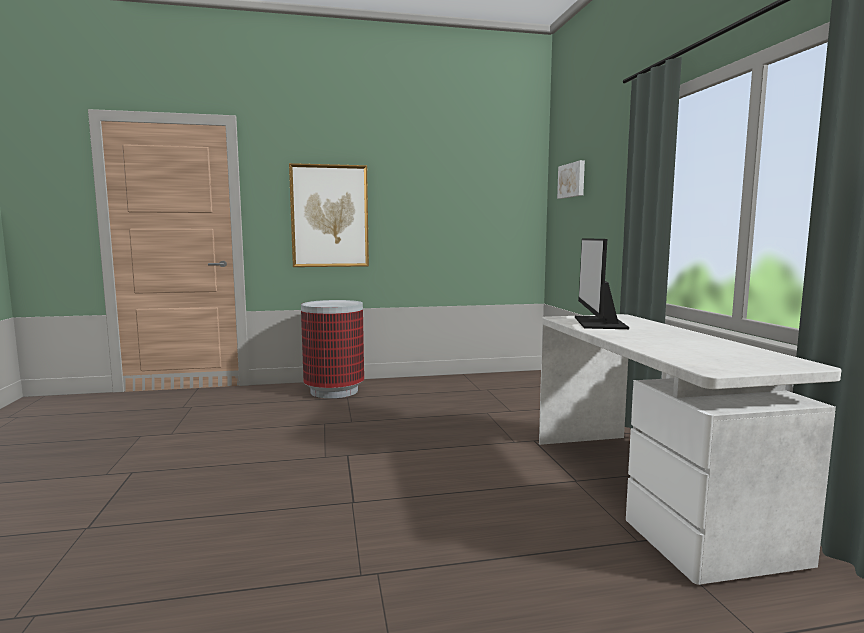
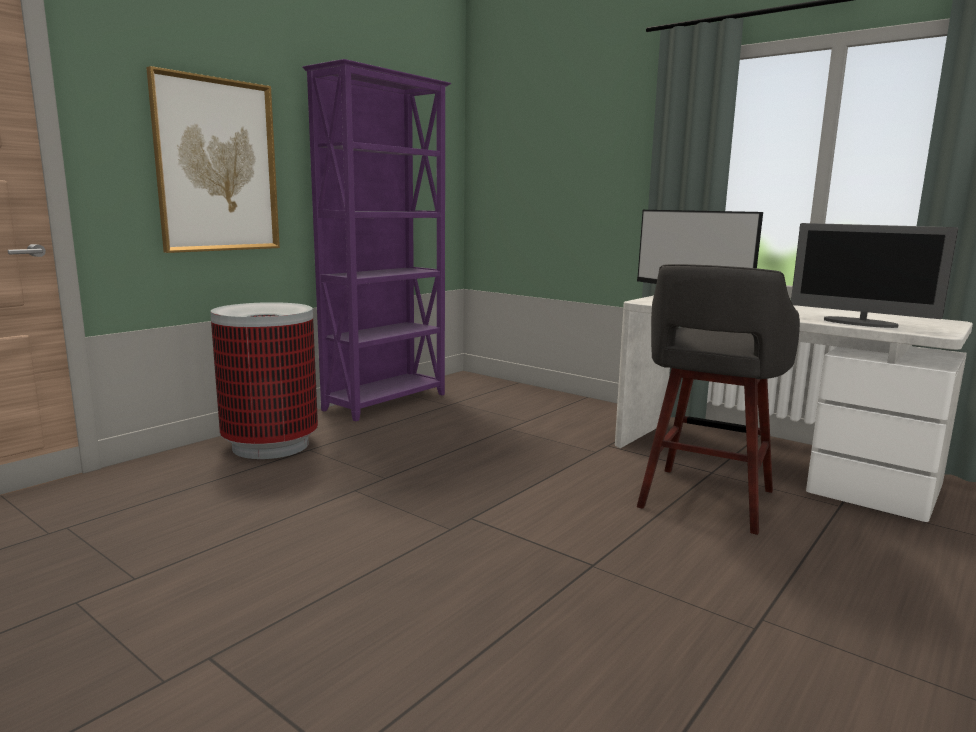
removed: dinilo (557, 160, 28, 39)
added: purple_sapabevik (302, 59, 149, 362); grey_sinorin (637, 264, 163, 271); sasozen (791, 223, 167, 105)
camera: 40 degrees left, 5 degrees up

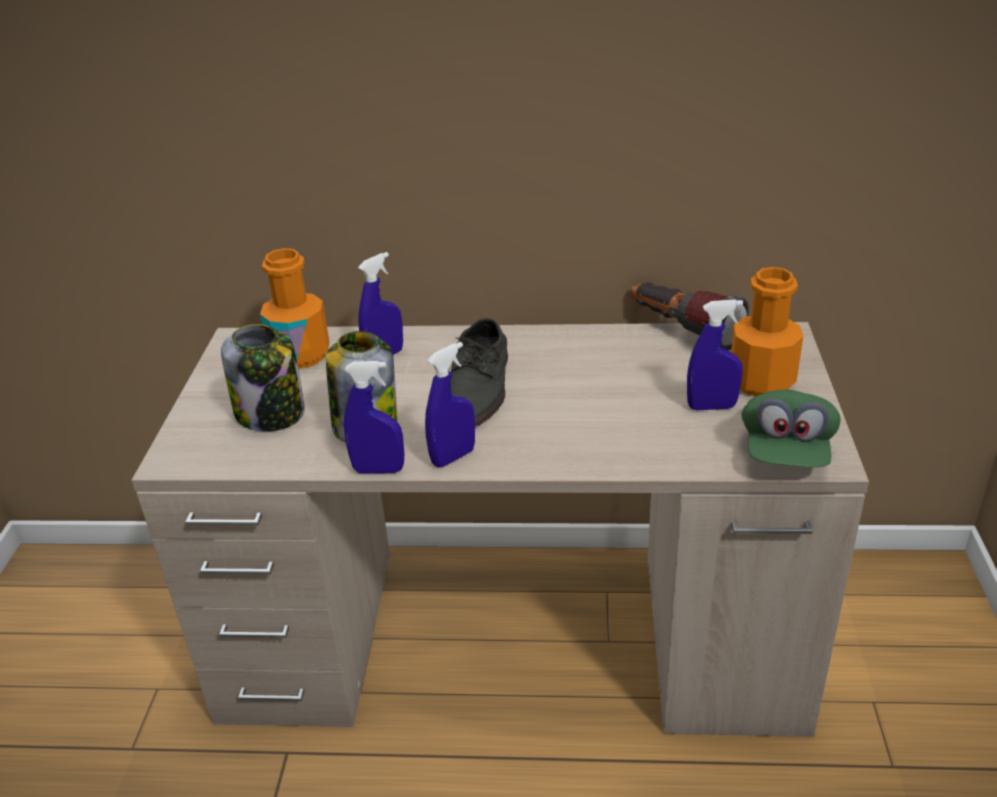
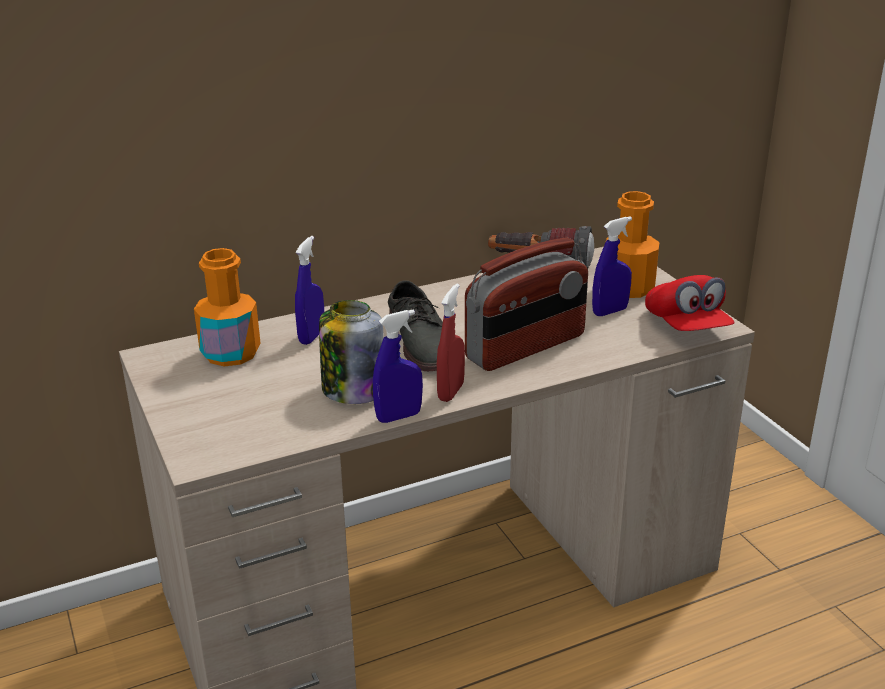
removed: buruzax (221, 324, 84, 108)
added: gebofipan (465, 237, 123, 134)
recoloured: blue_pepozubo (425, 342, 50, 125) to red_pepozubo (437, 284, 28, 118); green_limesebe (741, 390, 99, 77) to red_limesebe (645, 275, 90, 56)
camera: 30 degrees left, 5 degrees down

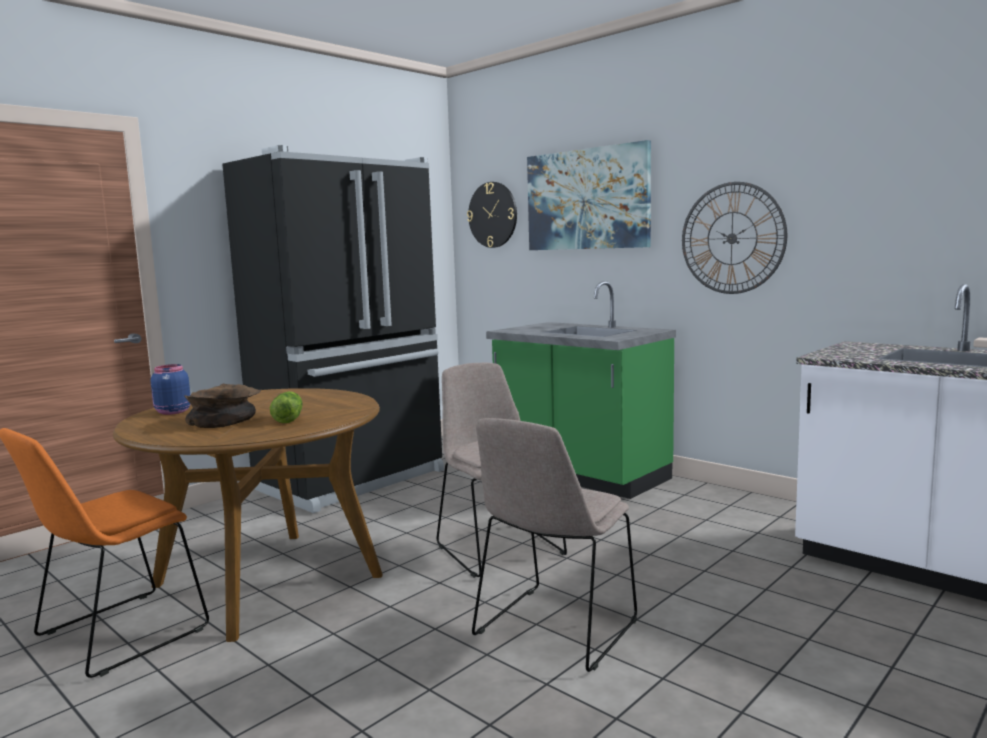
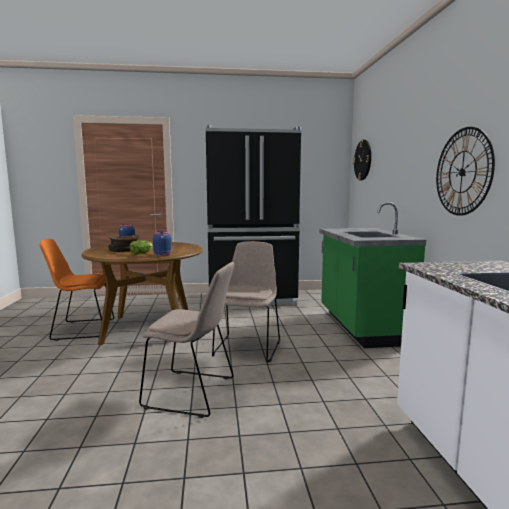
removed: dinilo (527, 140, 124, 110)
added: blue_buruzax (153, 231, 19, 25)
turned: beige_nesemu (472, 418, 165, 254) = (139, 262, 95, 156) 150 degrees counterclockwise
camera: 40 degrees right, 0 degrees up

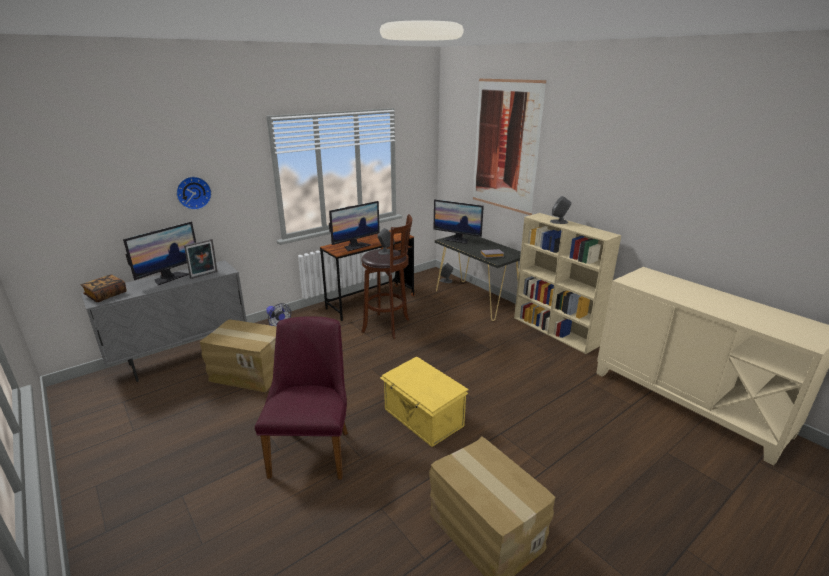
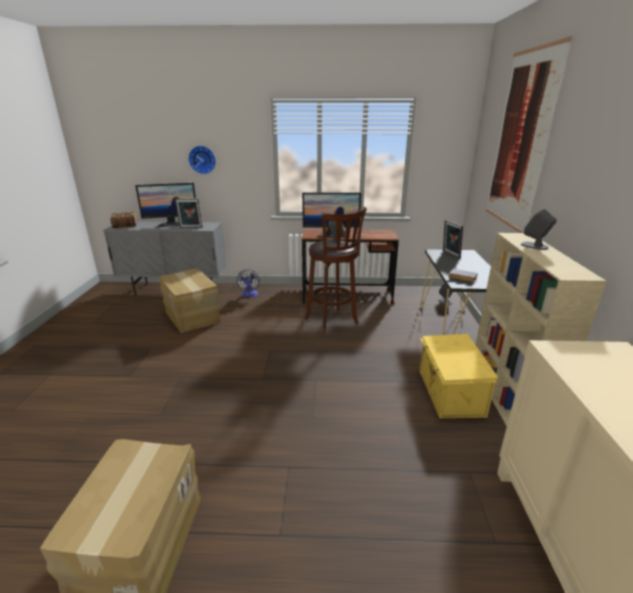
removed: purple_nesemu (255, 317, 93, 163)
moved: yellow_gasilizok (380, 356, 89, 91) to (420, 334, 79, 84)
replaced: sasozen (434, 199, 50, 45) to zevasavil (443, 220, 20, 38)
camera: 40 degrees right, 0 degrees up

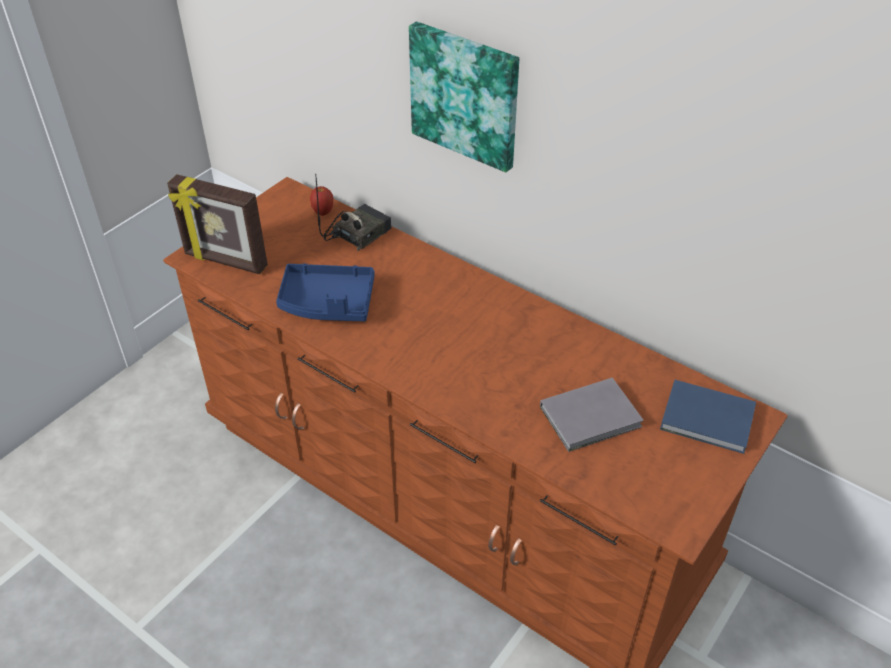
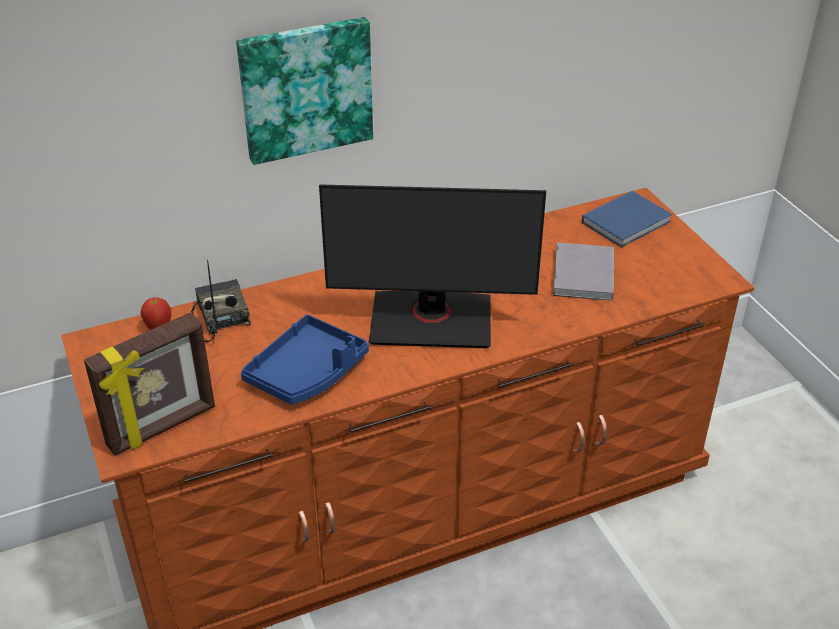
added: sasozen (319, 184, 227, 164)
camera: 60 degrees left, 5 degrees down

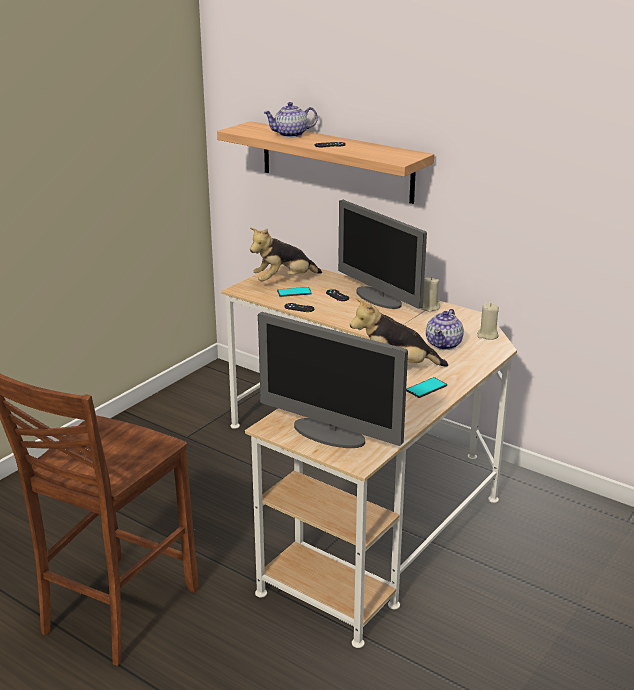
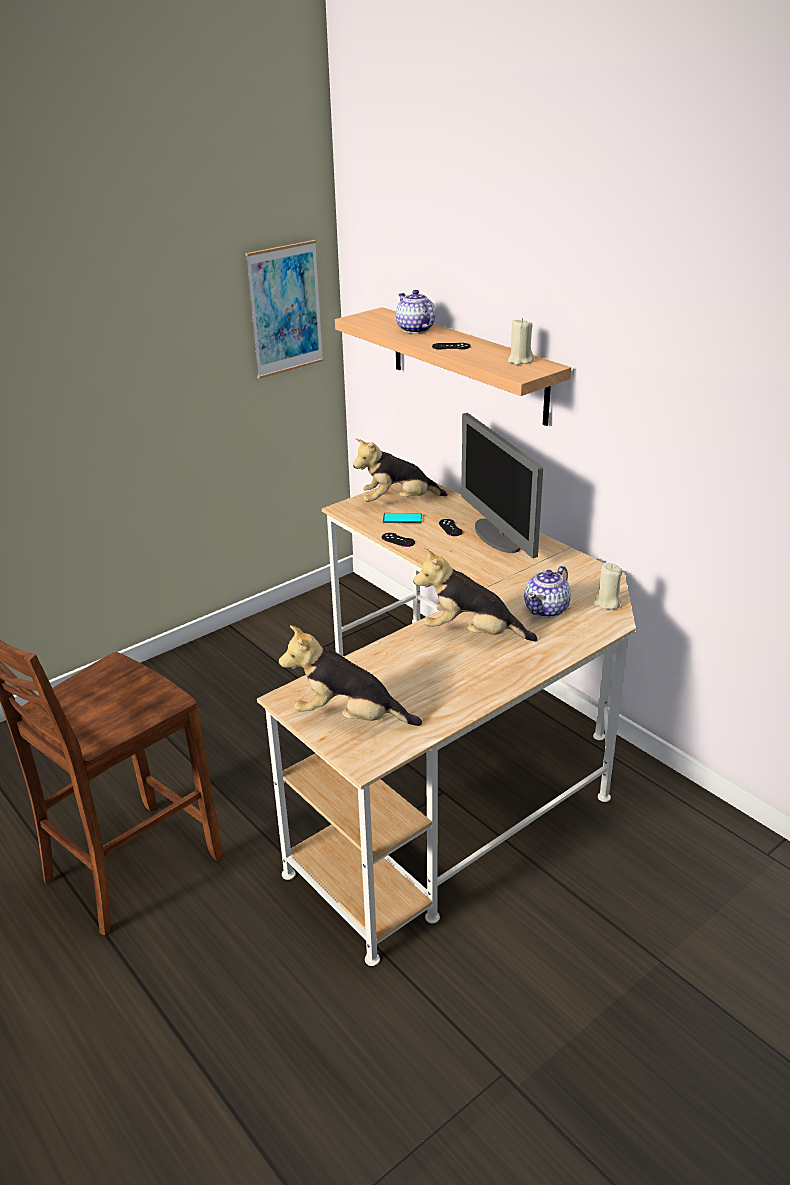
removed: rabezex (406, 377, 41, 21)
added: dinilo (245, 240, 79, 139)
moved: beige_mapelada (421, 277, 19, 35) to (508, 318, 26, 47)
replaced: sasozen (258, 312, 150, 136) to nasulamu (279, 625, 143, 101)
turned: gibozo (263, 102, 55, 36) = (396, 290, 40, 43) 60 degrees clockwise
camera: 15 degrees right, 5 degrees up

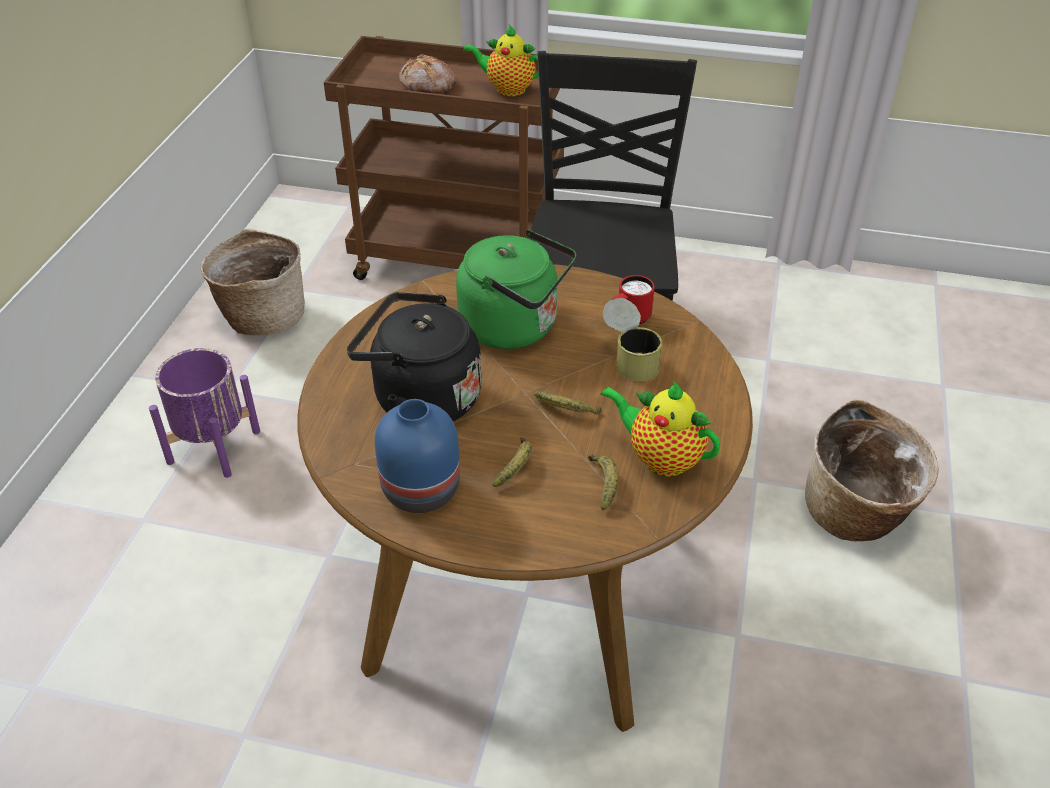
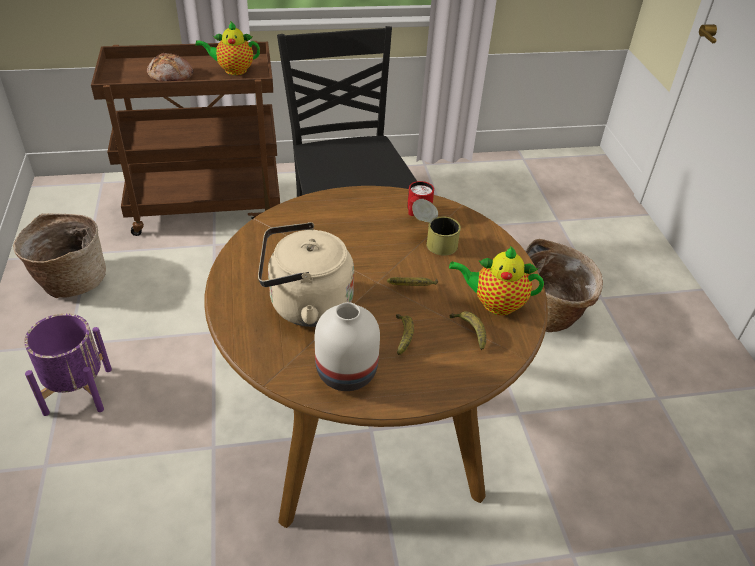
removed: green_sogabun (456, 229, 120, 120)
recoloured: black_sogabun (347, 292, 134, 129) to beige_sogabun (258, 222, 96, 105); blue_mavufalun (375, 399, 85, 114) to white_mavufalun (315, 302, 65, 89)
camera: 25 degrees left, 0 degrees up

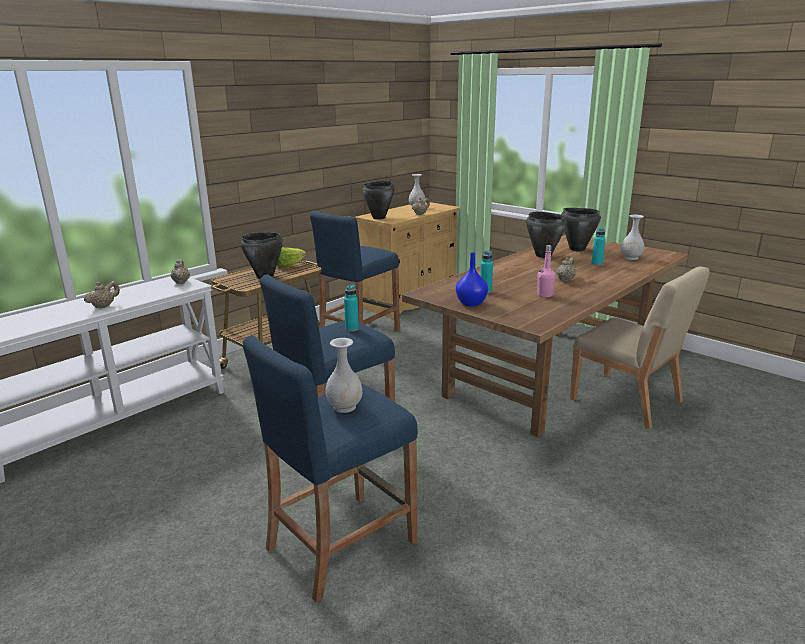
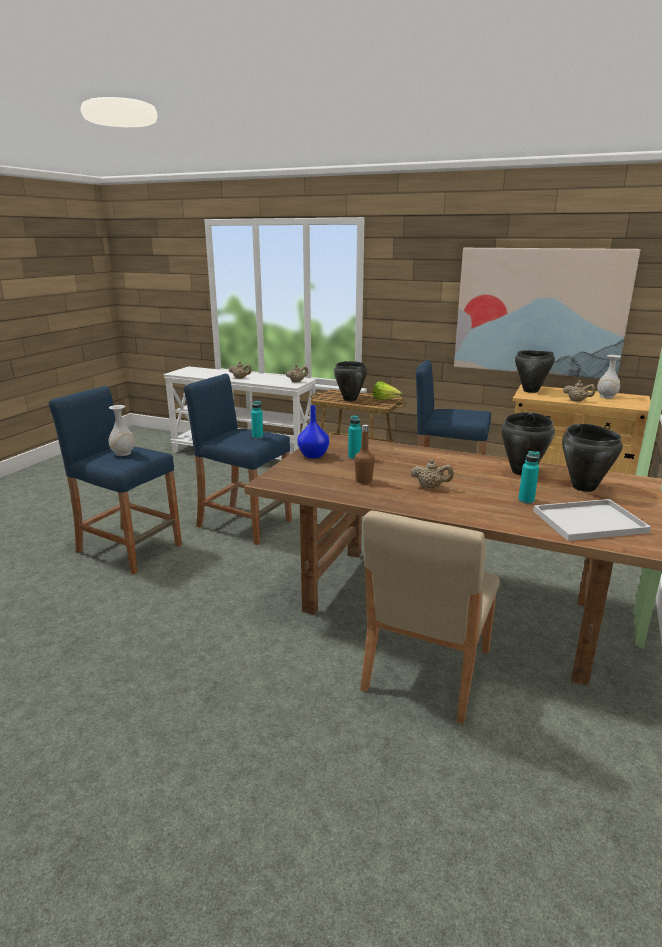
added: dinilo (454, 248, 187, 131)
replaced: white_mavufalun (621, 215, 23, 45) to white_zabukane (533, 499, 118, 42)
recoloured: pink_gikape (537, 245, 19, 53) to brown_gikape (354, 424, 21, 60)
camera: 70 degrees right, 0 degrees up

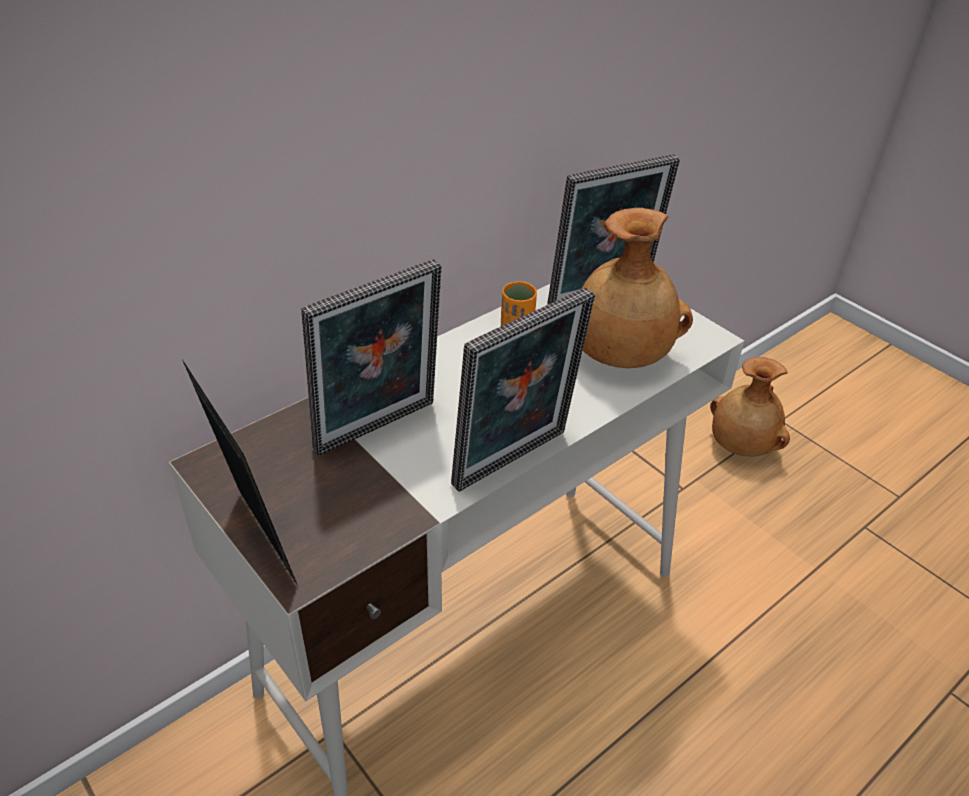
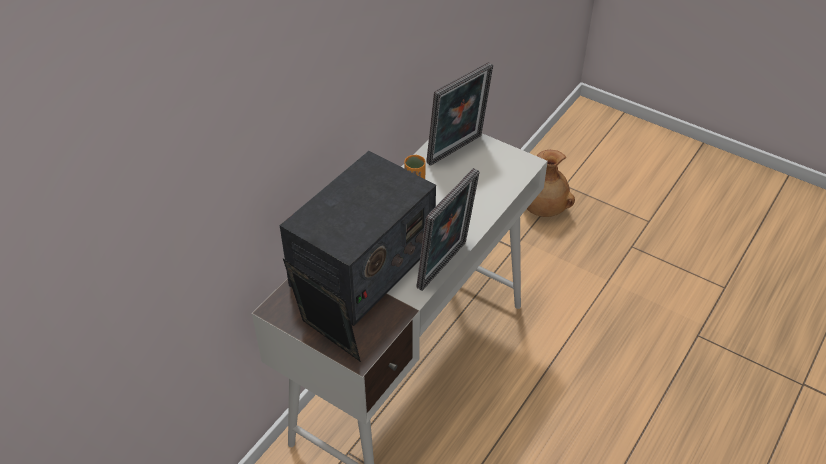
removed: brown_mavufalun (582, 208, 111, 160)
replaced: zevasavil (301, 259, 141, 197) to gebofipan (280, 151, 156, 175)
camera: 15 degrees left, 5 degrees up

